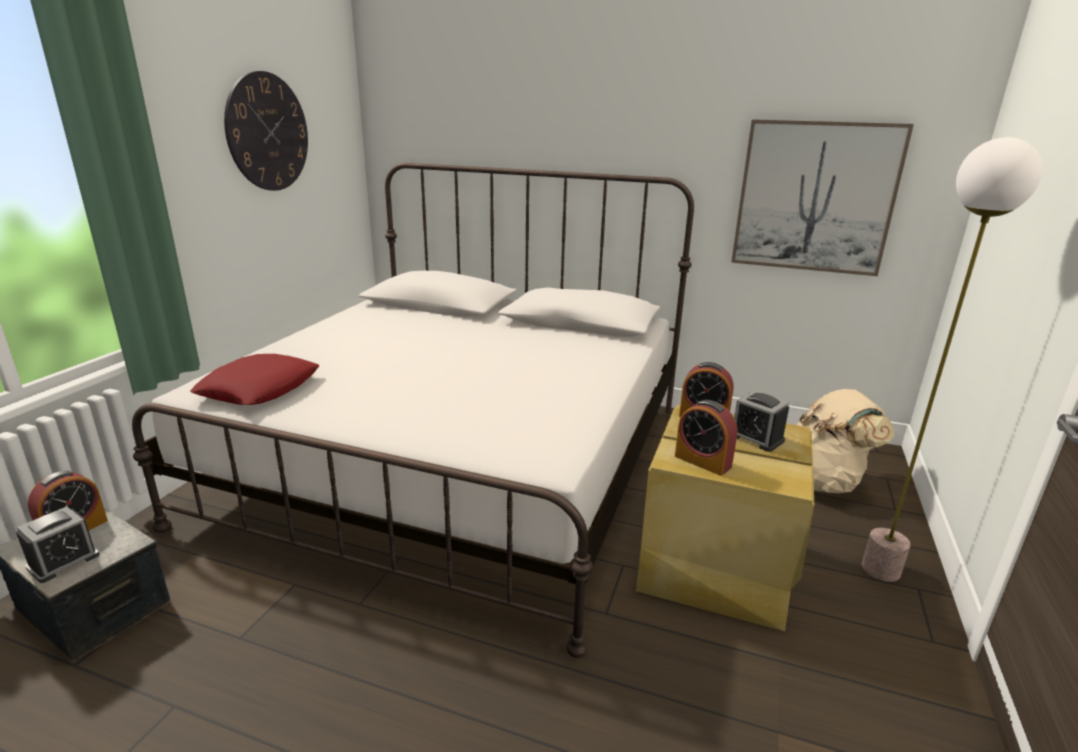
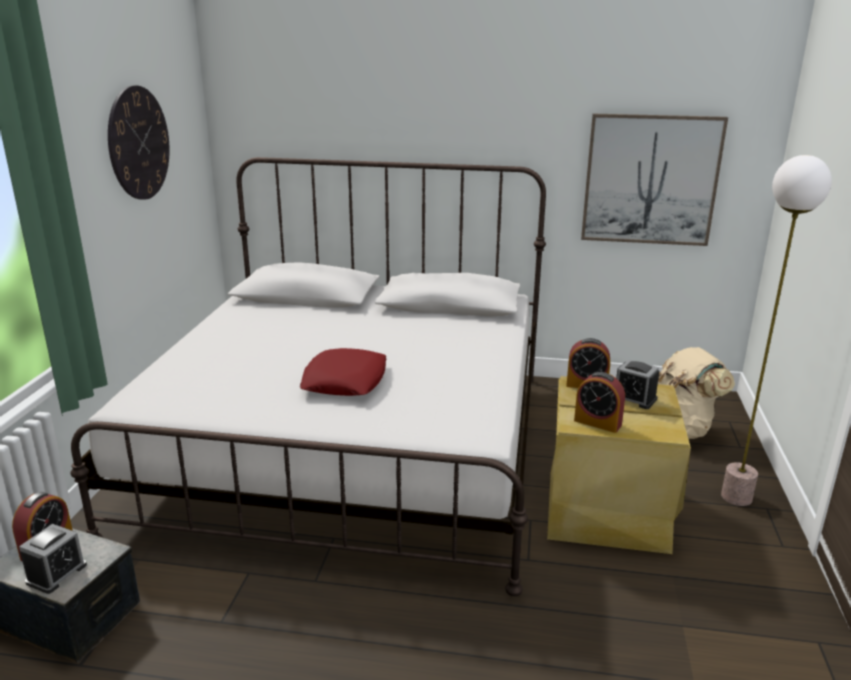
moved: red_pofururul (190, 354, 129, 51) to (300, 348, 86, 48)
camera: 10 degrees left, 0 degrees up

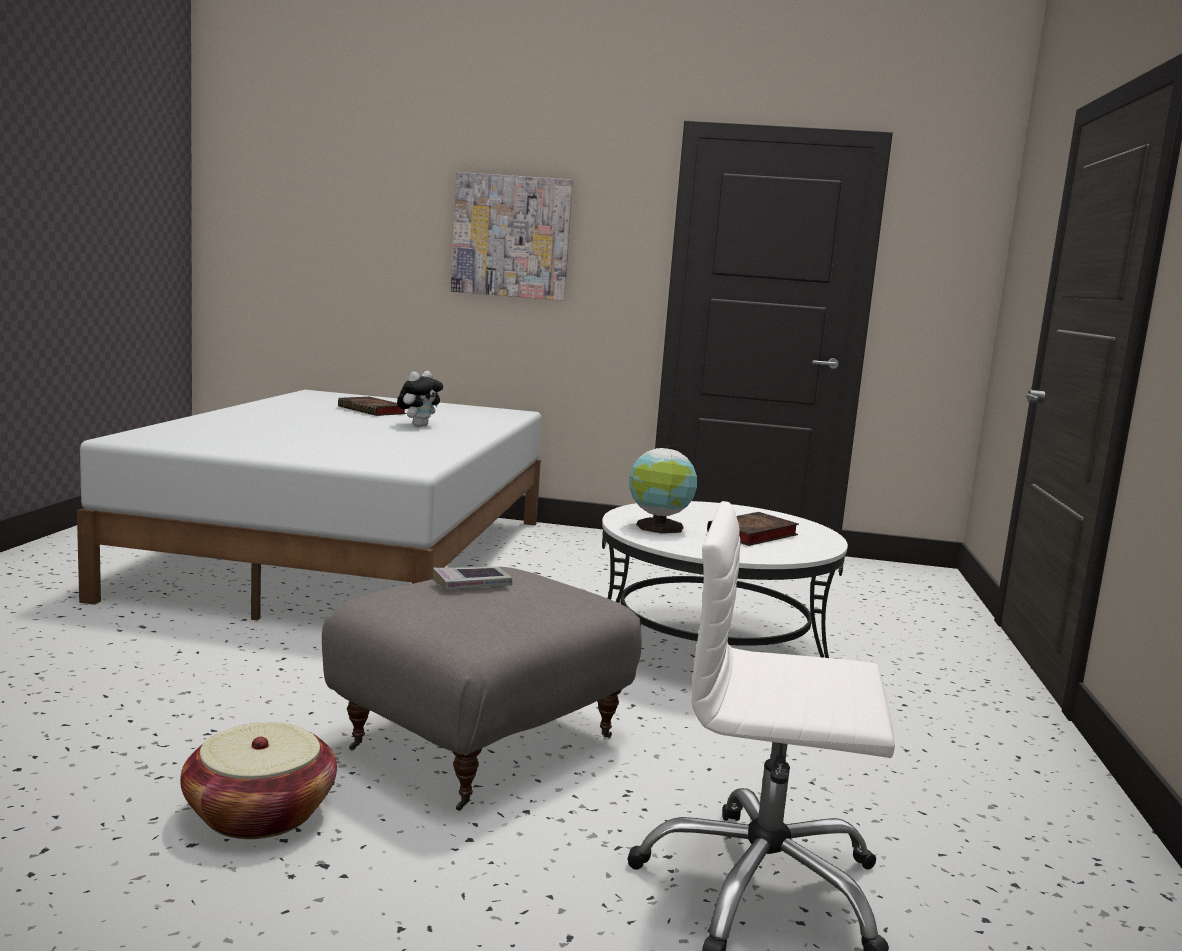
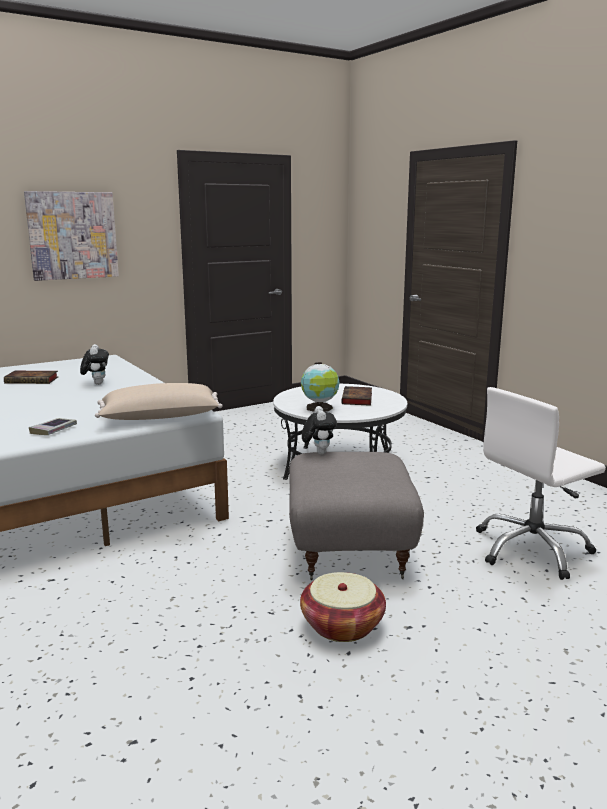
added: beige_pofururul (95, 383, 128, 37); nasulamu (302, 406, 35, 48)
moved: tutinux (433, 567, 79, 22) to (29, 418, 48, 17)
camera: 40 degrees left, 5 degrees up

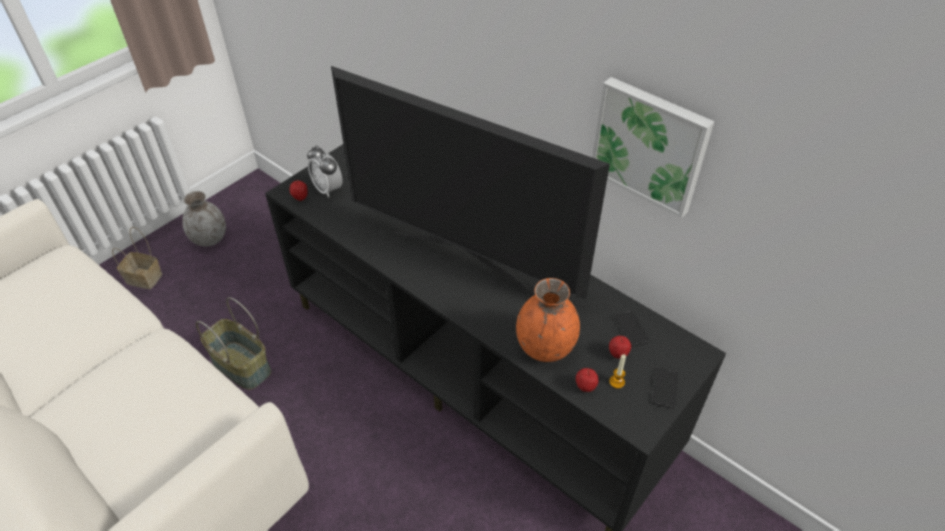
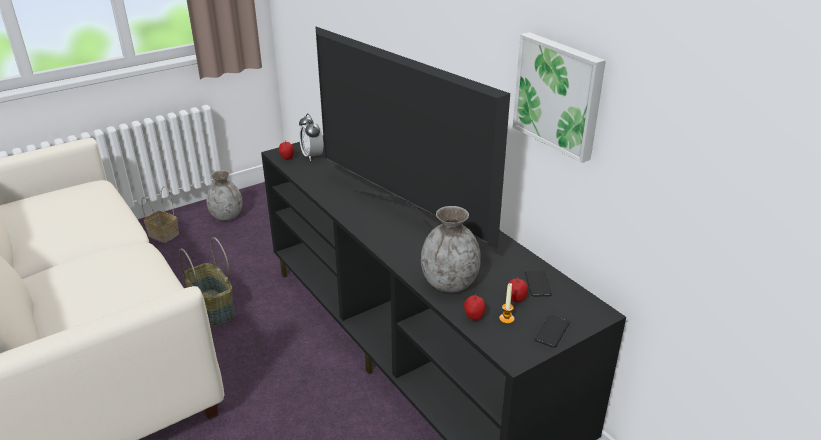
recoloured: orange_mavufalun (516, 278, 64, 84) to grey_mavufalun (421, 206, 60, 87)
camera: 15 degrees right, 15 degrees down

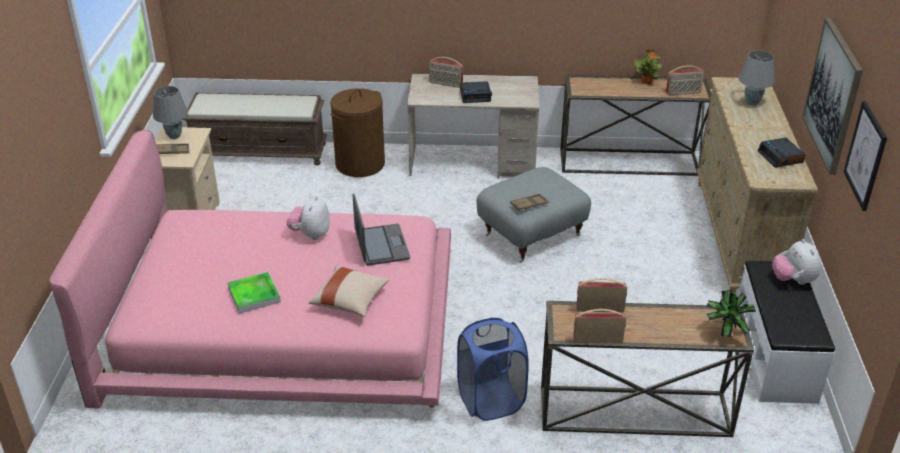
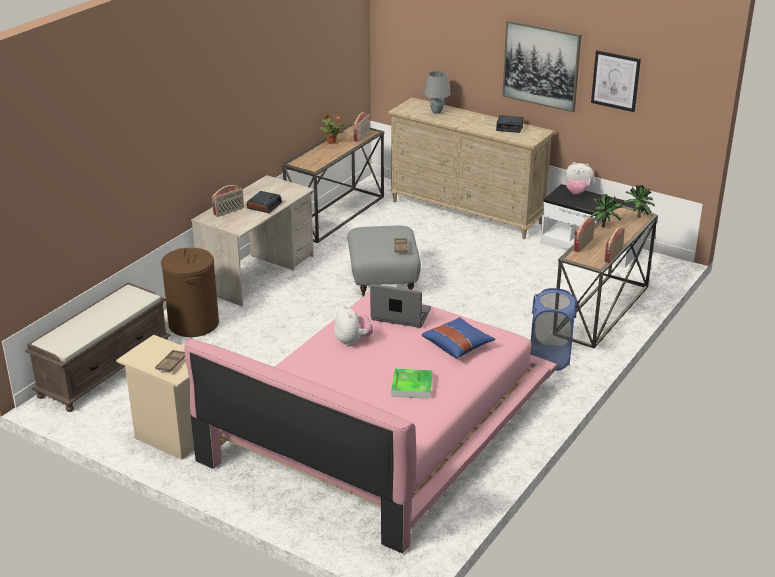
removed: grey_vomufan (153, 86, 35, 53)
added: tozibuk (590, 194, 32, 34)
recoloured: beige_pofururul (309, 266, 80, 51) to blue_pofururul (422, 317, 73, 42)
turned: nasulamu (286, 196, 44, 44) = (334, 305, 39, 41) 150 degrees counterclockwise
camera: 60 degrees left, 5 degrees down

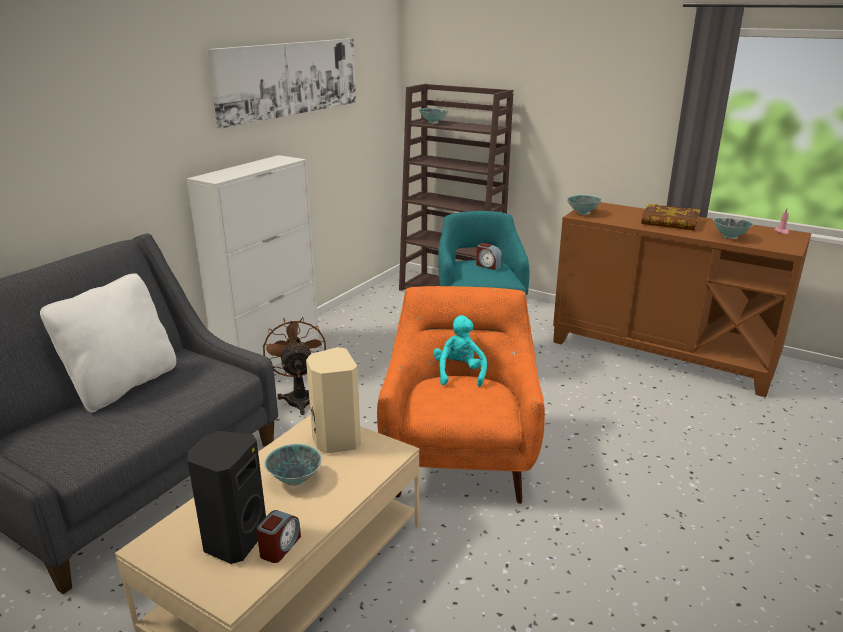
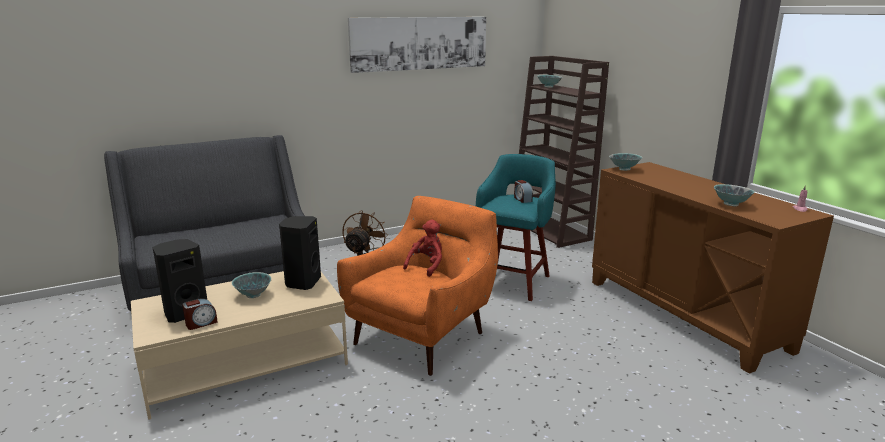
removed: white_pofururul (40, 273, 136, 140); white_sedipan (187, 155, 132, 211); tutinux (641, 204, 59, 26)
recoloured: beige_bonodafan (306, 347, 55, 106) to black_bonodafan (279, 216, 42, 74); turquoise_nasulamu (433, 315, 54, 72) to red_nasulamu (403, 220, 39, 57)
camera: 30 degrees right, 5 degrees down

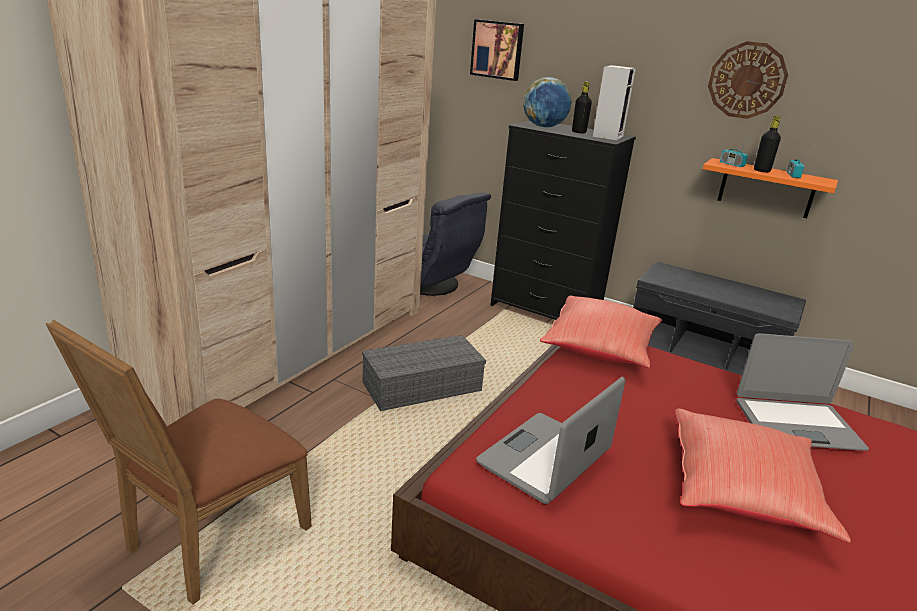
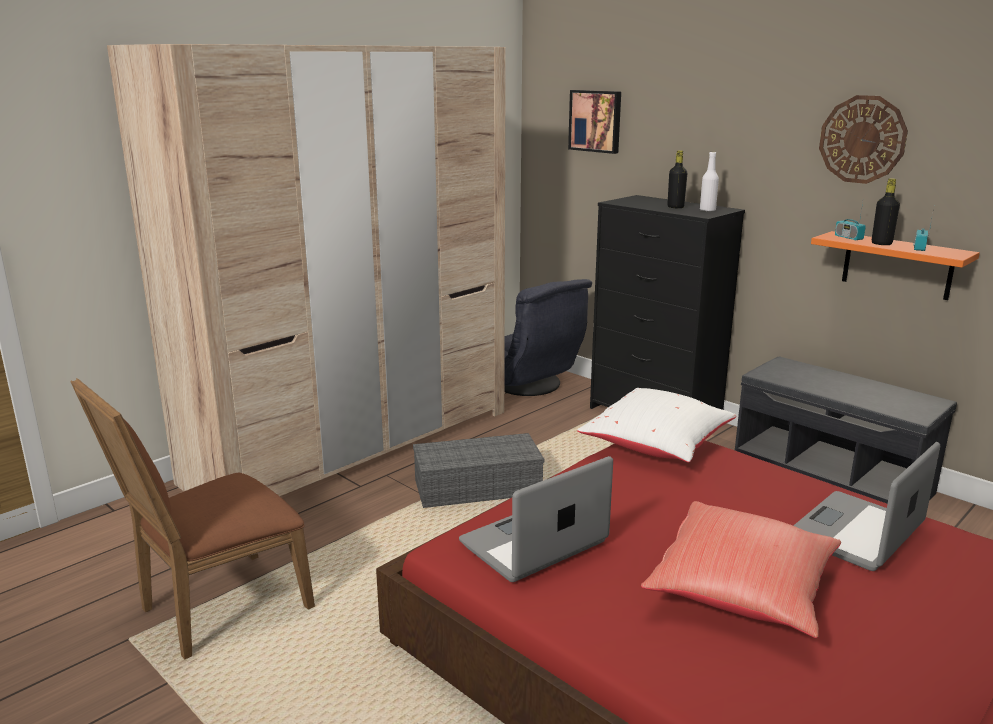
removed: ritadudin (523, 77, 48, 50)
replaced: bonodafan (593, 65, 43, 76) to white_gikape (700, 152, 19, 60)
recoloured: red_pofururul (540, 296, 122, 72) to white_pofururul (577, 388, 160, 75)
turned: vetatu (737, 333, 132, 118) = (793, 442, 147, 129) 120 degrees clockwise
camera: 15 degrees right, 5 degrees down

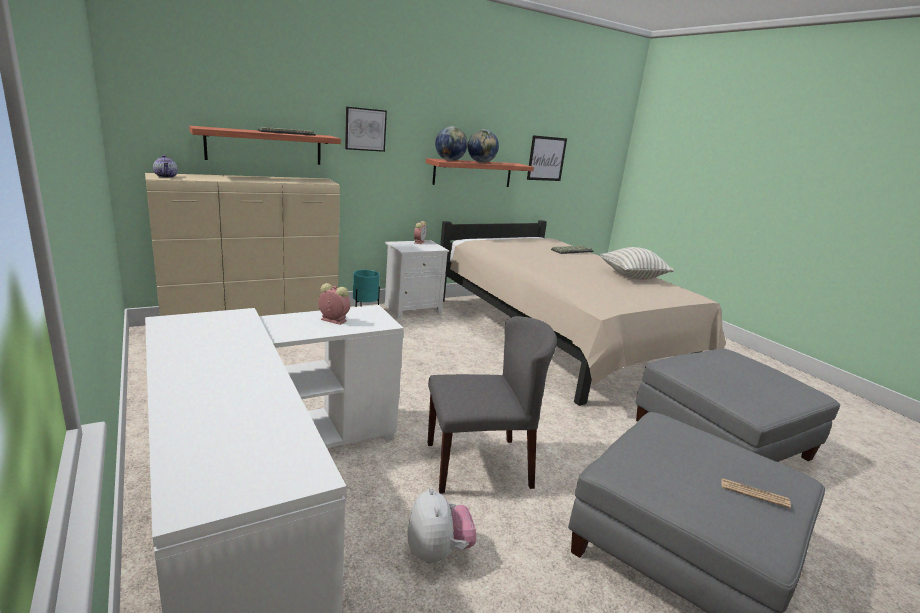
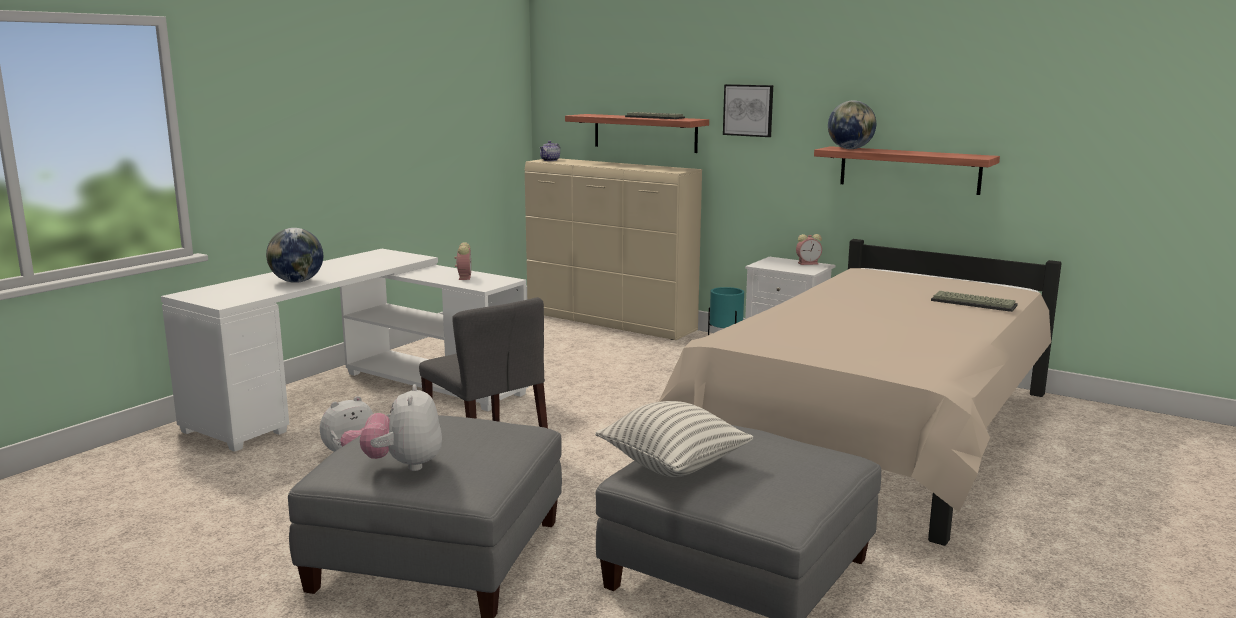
removed: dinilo (527, 135, 40, 46)
moved: ritadudin (467, 129, 32, 34) to (266, 228, 57, 55); pofururul (600, 247, 74, 33) to (595, 401, 158, 76)
replaced: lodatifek (721, 478, 70, 31) to nasulamu (360, 384, 82, 87)
camera: 65 degrees right, 5 degrees down

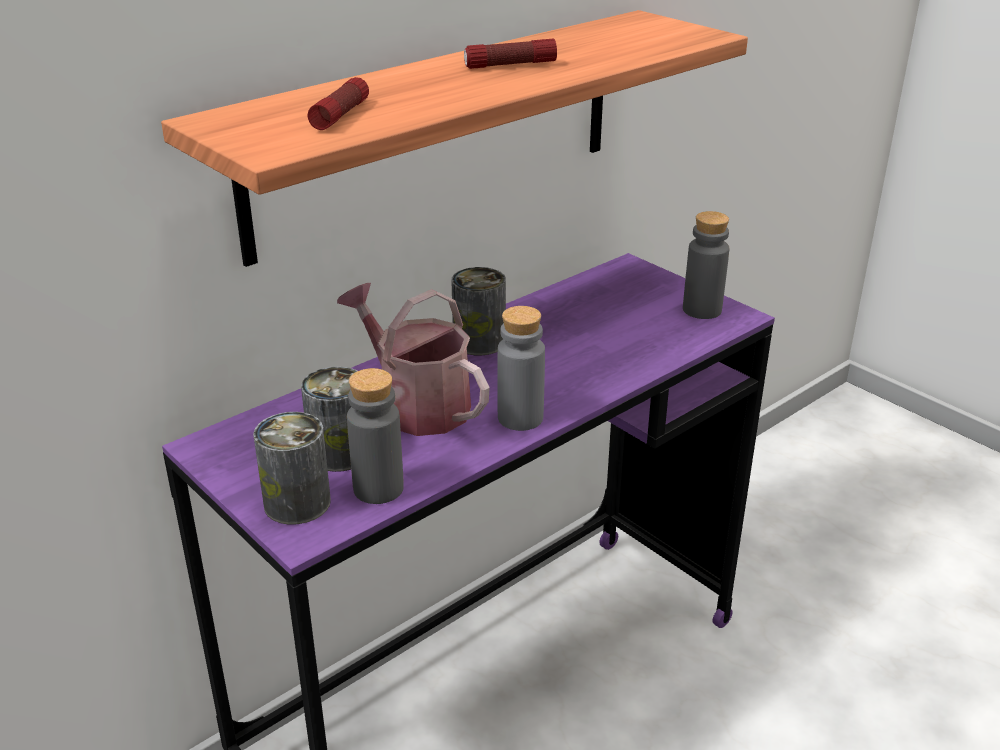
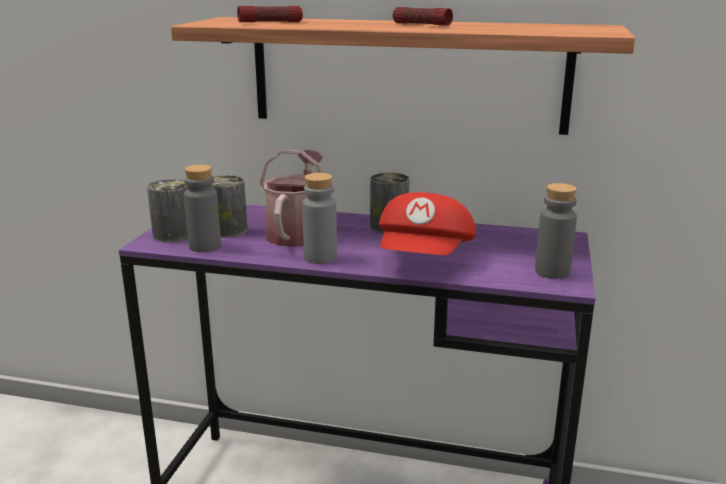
added: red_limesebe (379, 192, 97, 63)
camera: 55 degrees right, 10 degrees down

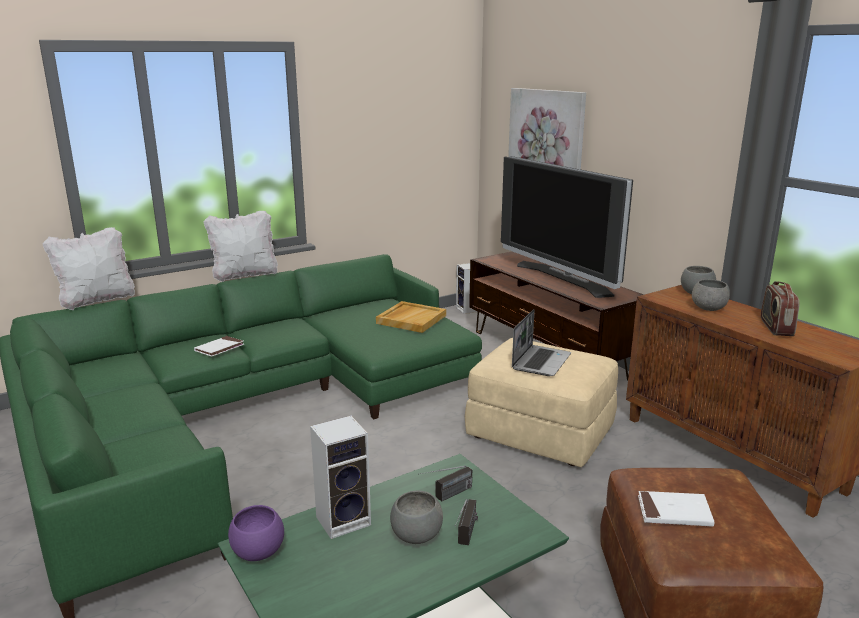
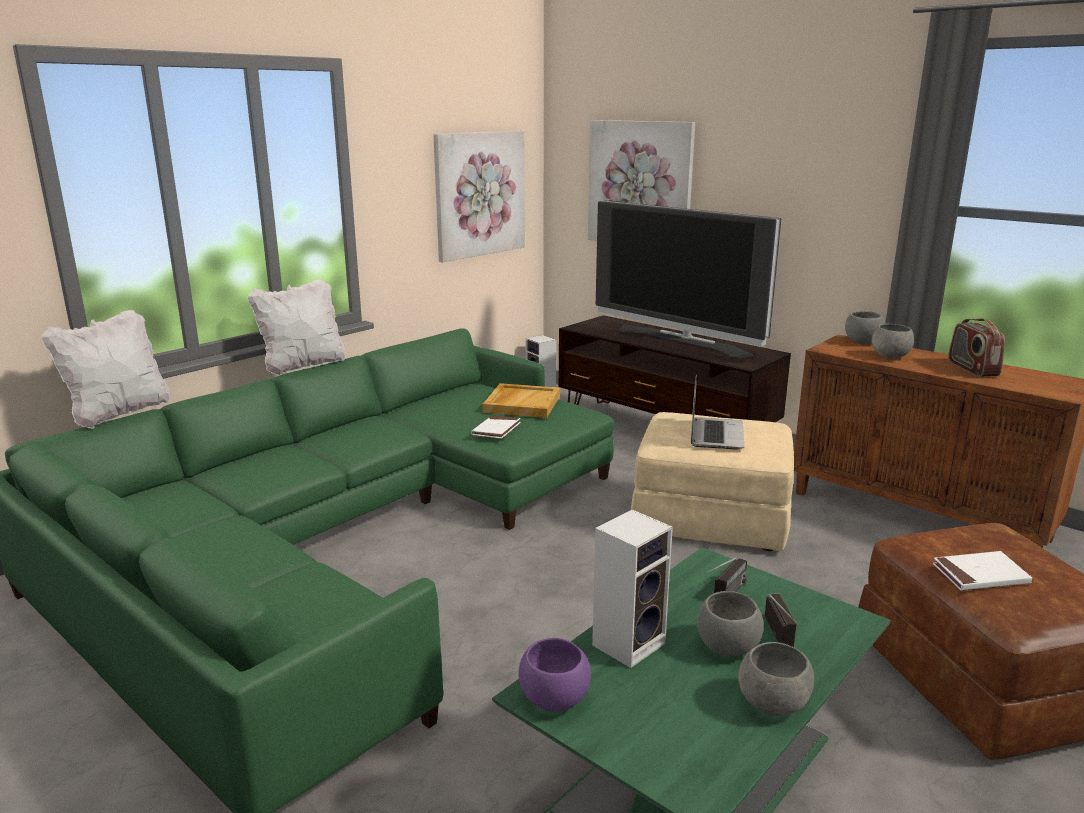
added: dinilo (433, 131, 92, 131); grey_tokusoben (738, 642, 76, 74)
moved: white_tutinux (194, 336, 50, 21) to (471, 415, 50, 24)
camera: 15 degrees left, 0 degrees up

